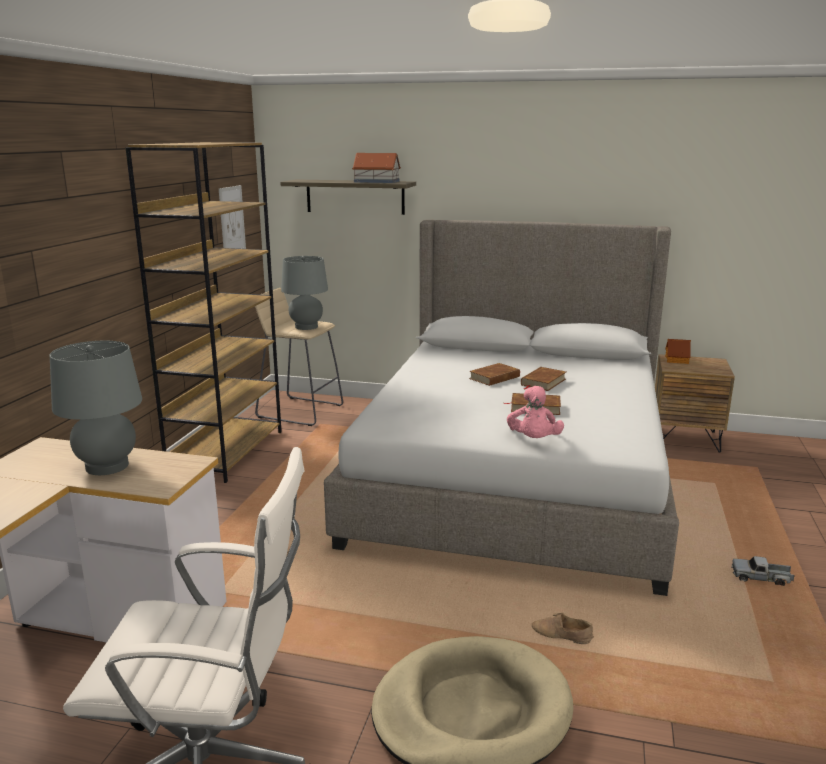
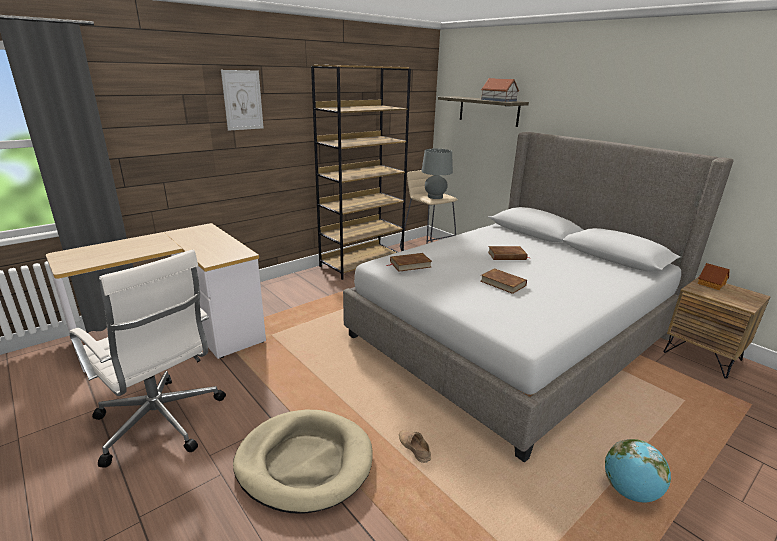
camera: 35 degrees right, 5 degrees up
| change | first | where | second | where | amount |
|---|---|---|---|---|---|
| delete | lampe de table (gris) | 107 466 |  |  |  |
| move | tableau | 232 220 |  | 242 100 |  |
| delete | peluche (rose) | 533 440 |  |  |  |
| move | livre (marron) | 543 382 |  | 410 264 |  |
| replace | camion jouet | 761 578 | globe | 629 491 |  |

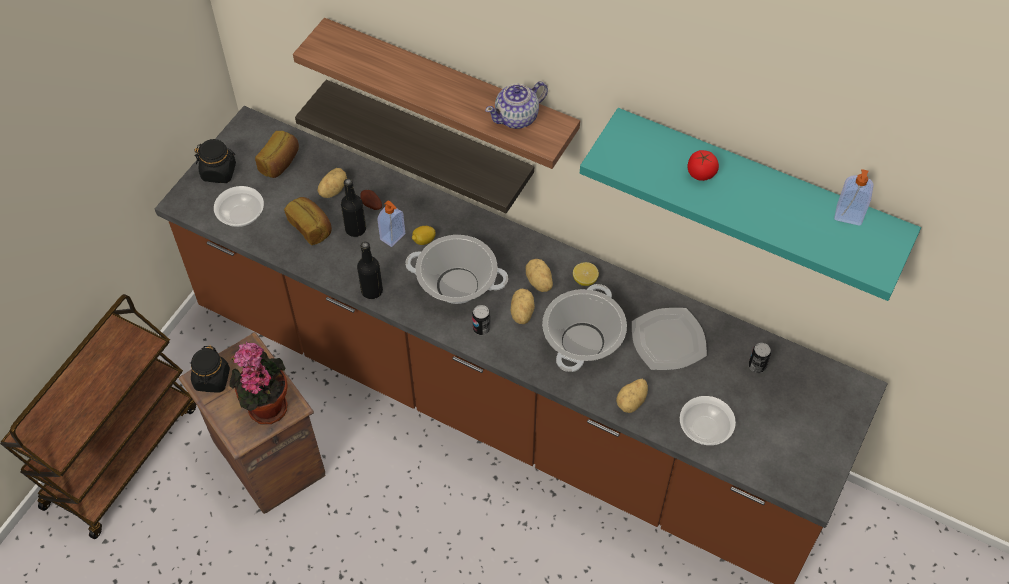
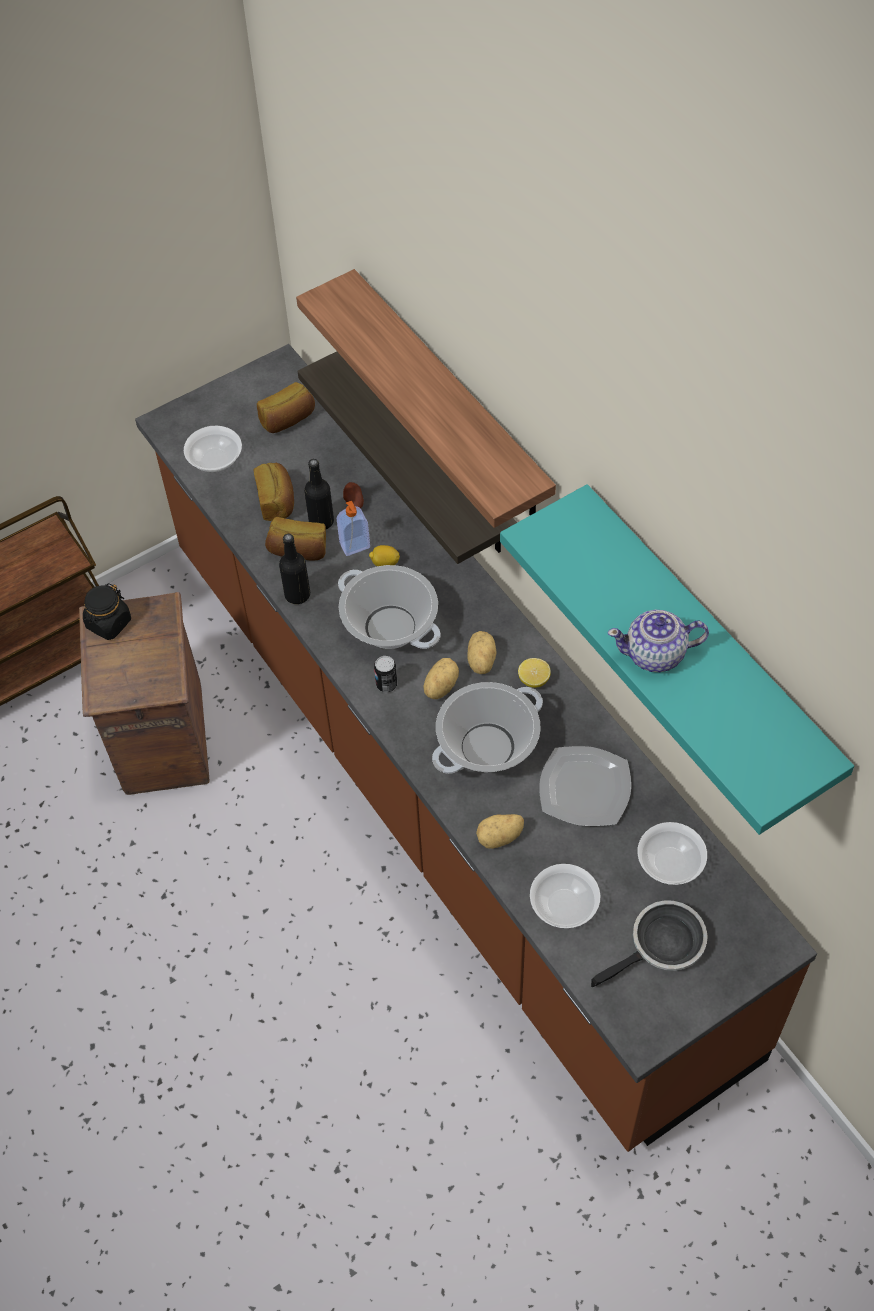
camera: 30 degrees right, 0 degrees up
| change | first | where | second | where | amount |
|---|---|---|---|---|---|
| delete | bocal (noir) | 219 172 |  |  |  |
| delete | plante en pot | 265 405 |  |  |  |
| delete | pomme de terre | 332 189 |  |  |  |
| move | théière | 517 117 |  | 656 654 |  |
| delete | tomate | 701 173 |  |  |  |
| replace | boîte métallique | 757 366 | bol | 670 863 |  |
| delete | distributeur de savon | 848 216 |  |  |  |
| insert |  |  | pain | 298 551 |  |
| insert |  |  | poêle | 662 945 |  |

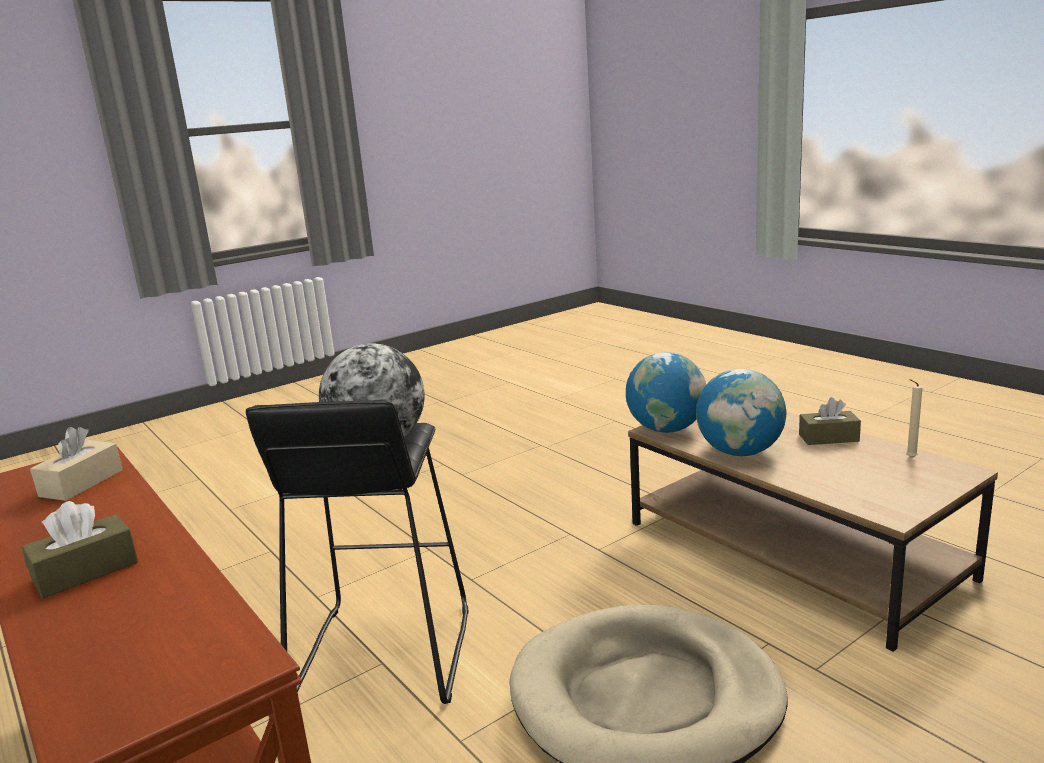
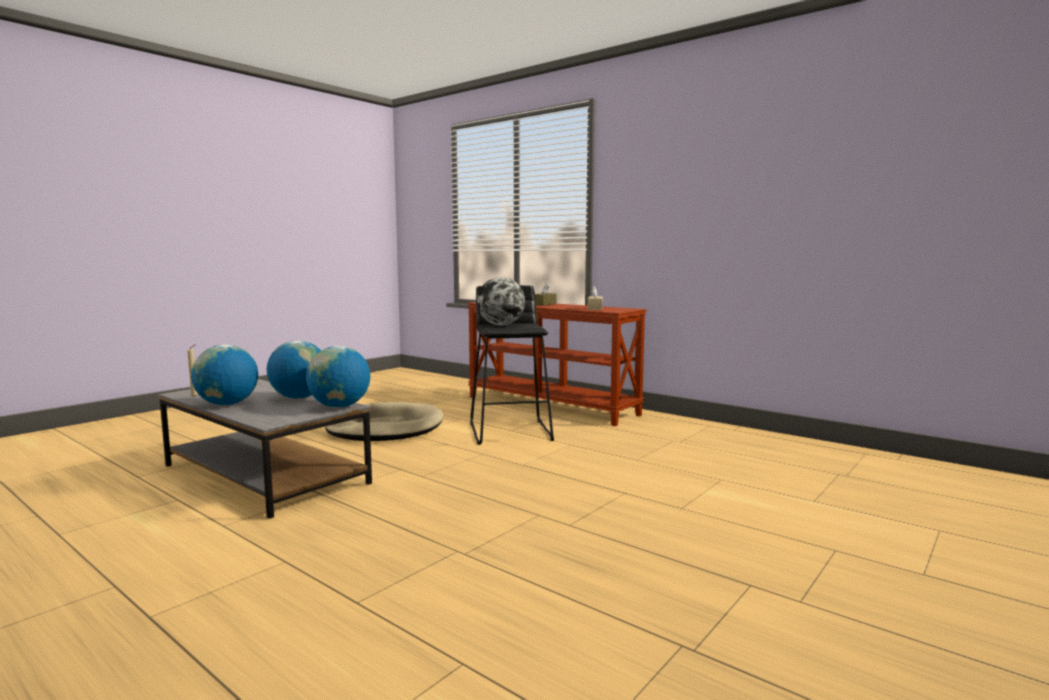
camera: 165 degrees right, 10 degrees down
| change | first | where | second | where | amount |
|---|---|---|---|---|---|
| recolor | table basse (marron) | 792 549 | table basse (gris) | 263 474 |  |
| replace | boîte à mouchoirs (marron) | 828 438 | globe | 227 404 |  |

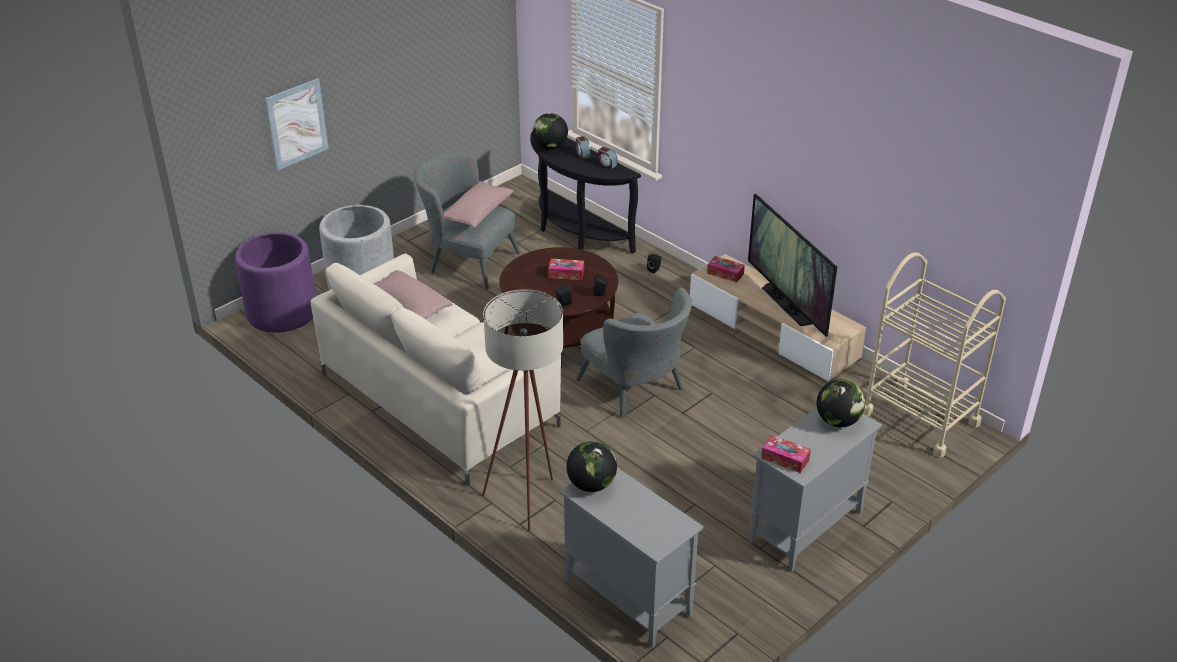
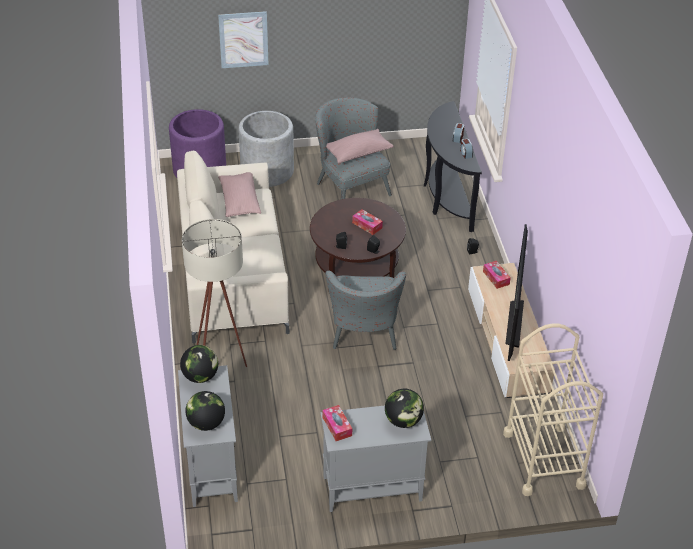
camera: 35 degrees right, 5 degrees up
| change | first | where | second | where | amount |
|---|---|---|---|---|---|
| move | globe | 550 146 |  | 206 423 |  |

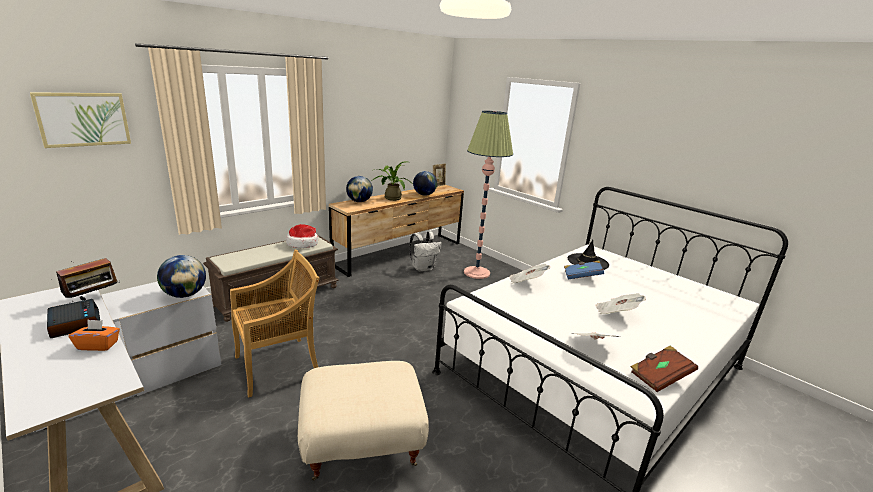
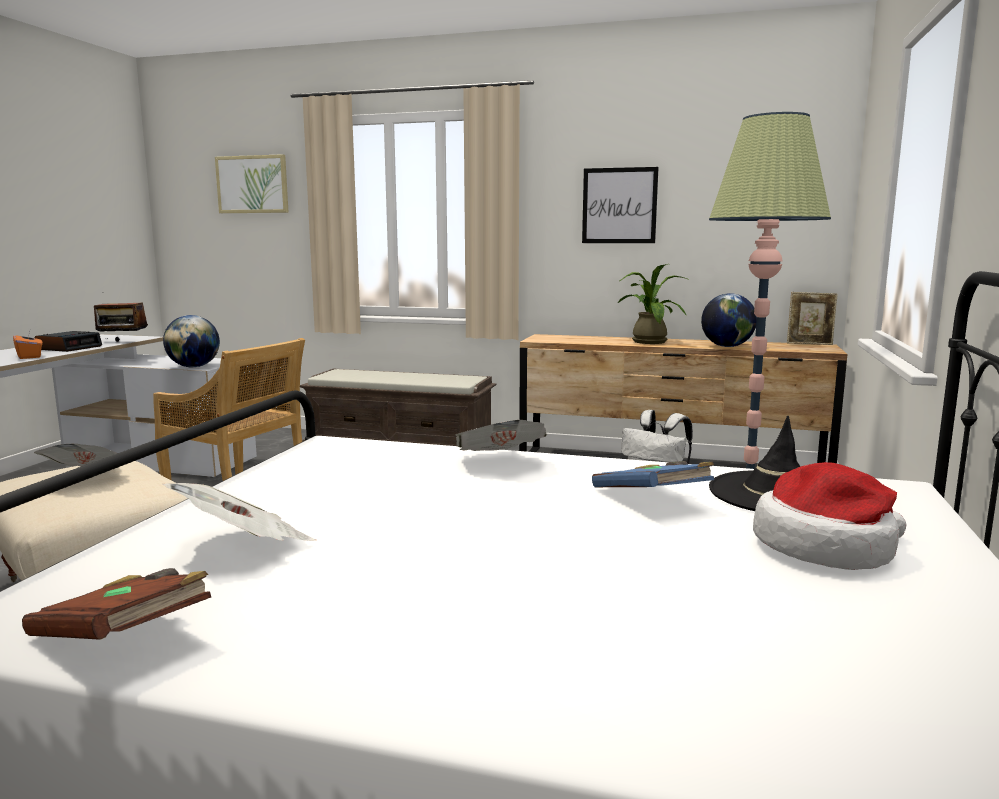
camera: 60 degrees right, 10 degrees down
| change | first | where | second | where | amount |
|---|---|---|---|---|---|
| move | chapeau | 303 244 |  | 826 547 |  |
| delete | globe | 359 201 |  |  |  |
| move | journal | 616 313 |  | 88 477 |  |
| insert |  |  | tableau | 619 205 |  |

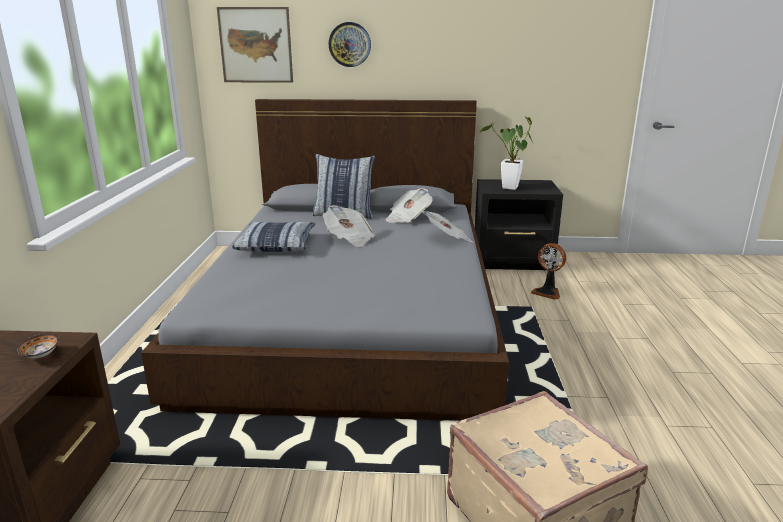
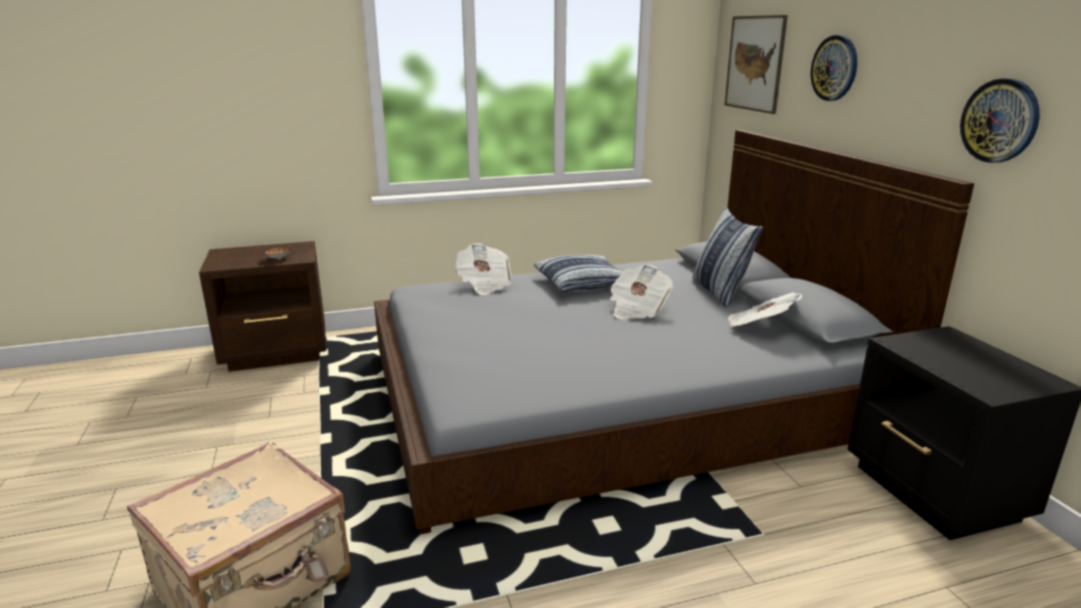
camera: 70 degrees right, 0 degrees up
| change | first | where | second | where | amount |
|---|---|---|---|---|---|
| move | journal | 447 239 |  | 484 284 |  |
| delete | plante en pot | 509 188 |  |  |  |
| delete | ventilateur | 547 292 |  |  |  |
| insert |  |  | horloge murale | 1000 121 |  |

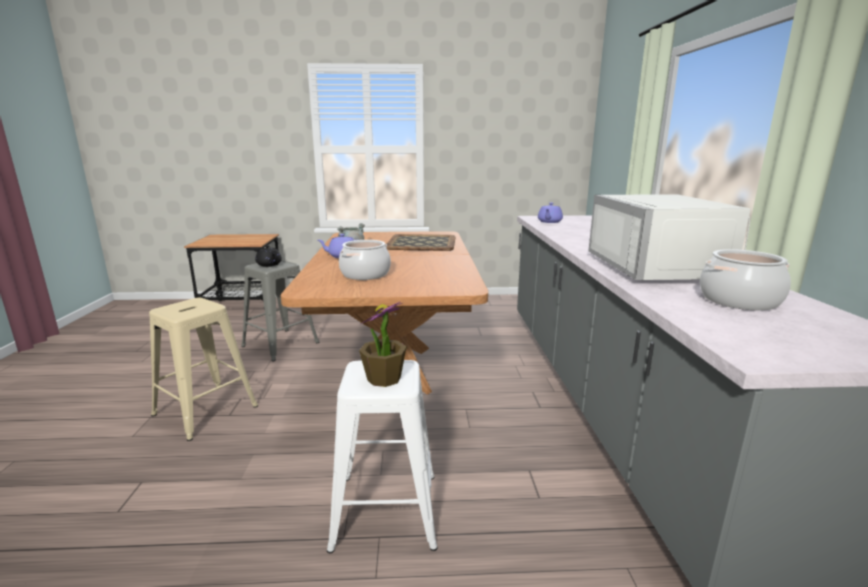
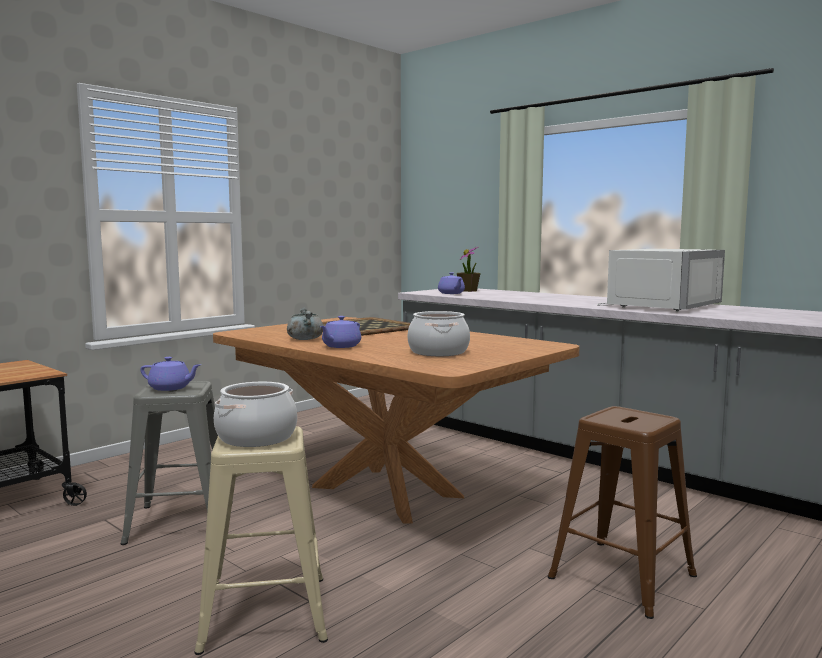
camera: 45 degrees left, 10 degrees down
| change | first | where | second | where | amount |
|---|---|---|---|---|---|
| recolor | théière (noir) | 269 264 | théière (violet) | 171 388 |  |
| recolor | tabouret (blanc) | 384 511 | tabouret (marron) | 623 577 |  |
| move | plante en pot | 384 378 |  | 468 290 |  |
| rotate | micro-ondes (blanc) | 663 268 |  | 656 306 | 90 degrees counterclockwise |
| move | marmite | 739 301 |  | 256 437 |  |

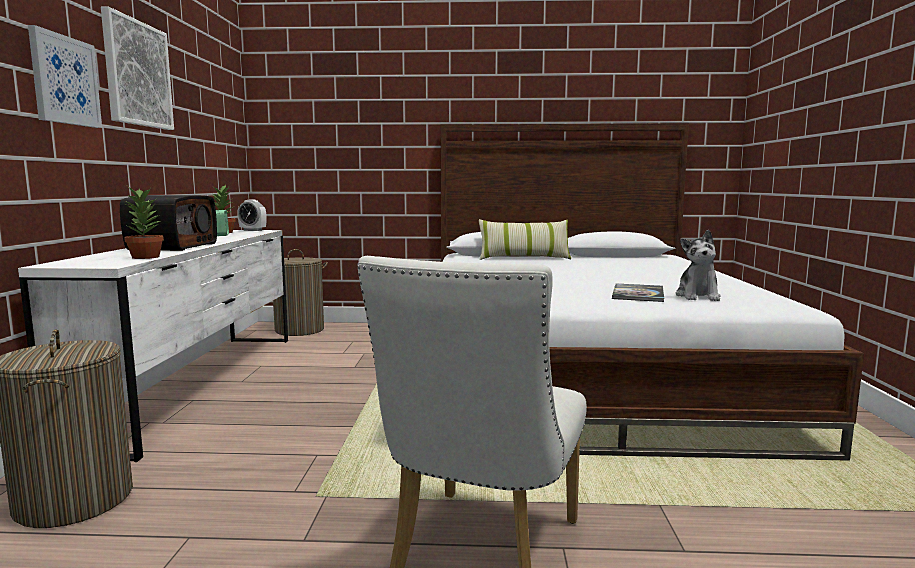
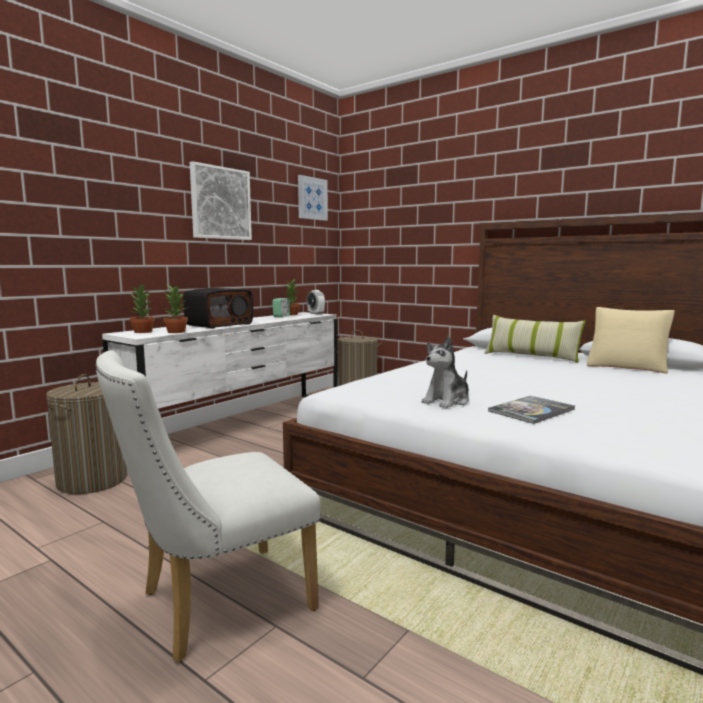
camera: 35 degrees right, 0 degrees up
| change | first | where | second | where | amount |
|---|---|---|---|---|---|
| move | tableau | 64 80 |  | 312 198 |  |
| move | peluche | 698 296 |  | 447 401 |  |
| insert |  |  | plante en pot | 142 332 |  |
| insert |  |  | coussin (beige) | 627 366 |  |

